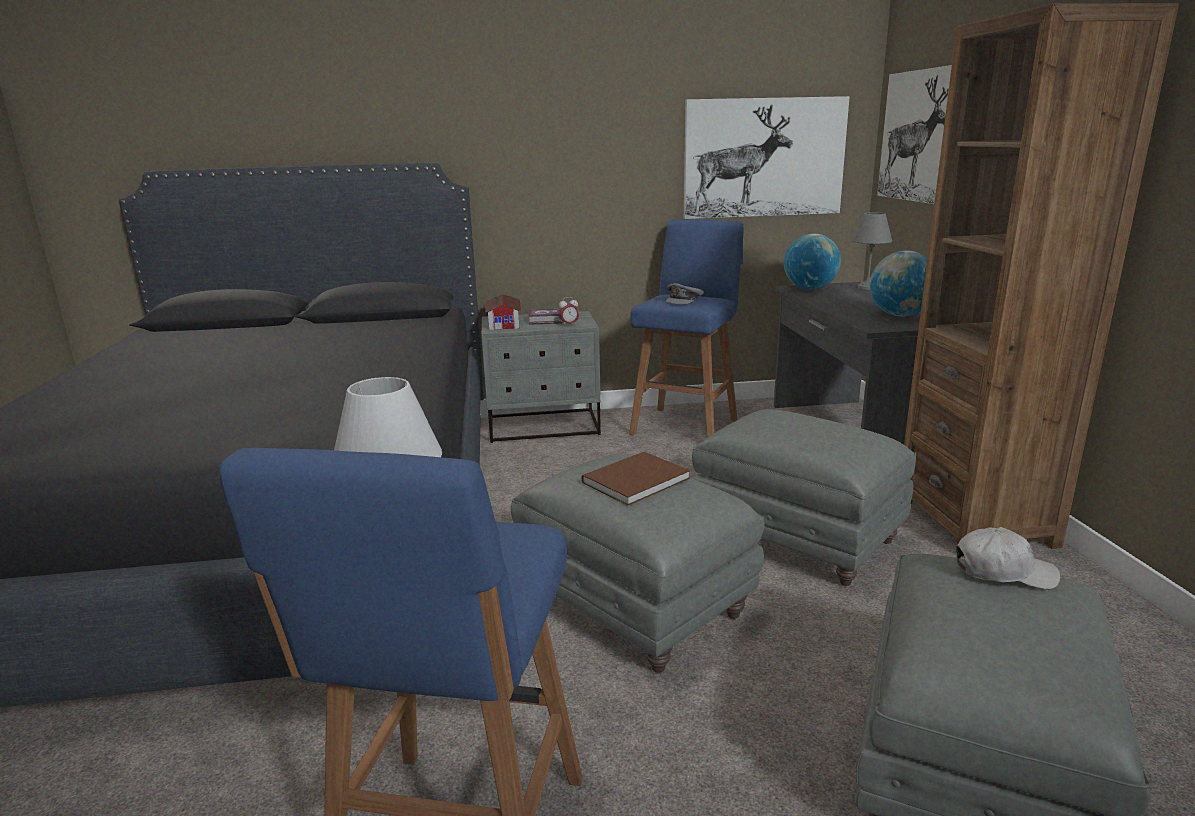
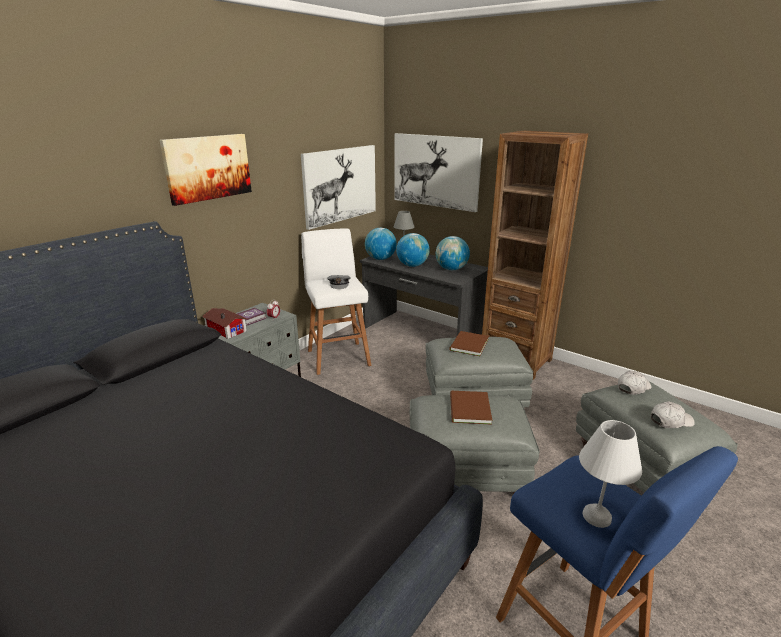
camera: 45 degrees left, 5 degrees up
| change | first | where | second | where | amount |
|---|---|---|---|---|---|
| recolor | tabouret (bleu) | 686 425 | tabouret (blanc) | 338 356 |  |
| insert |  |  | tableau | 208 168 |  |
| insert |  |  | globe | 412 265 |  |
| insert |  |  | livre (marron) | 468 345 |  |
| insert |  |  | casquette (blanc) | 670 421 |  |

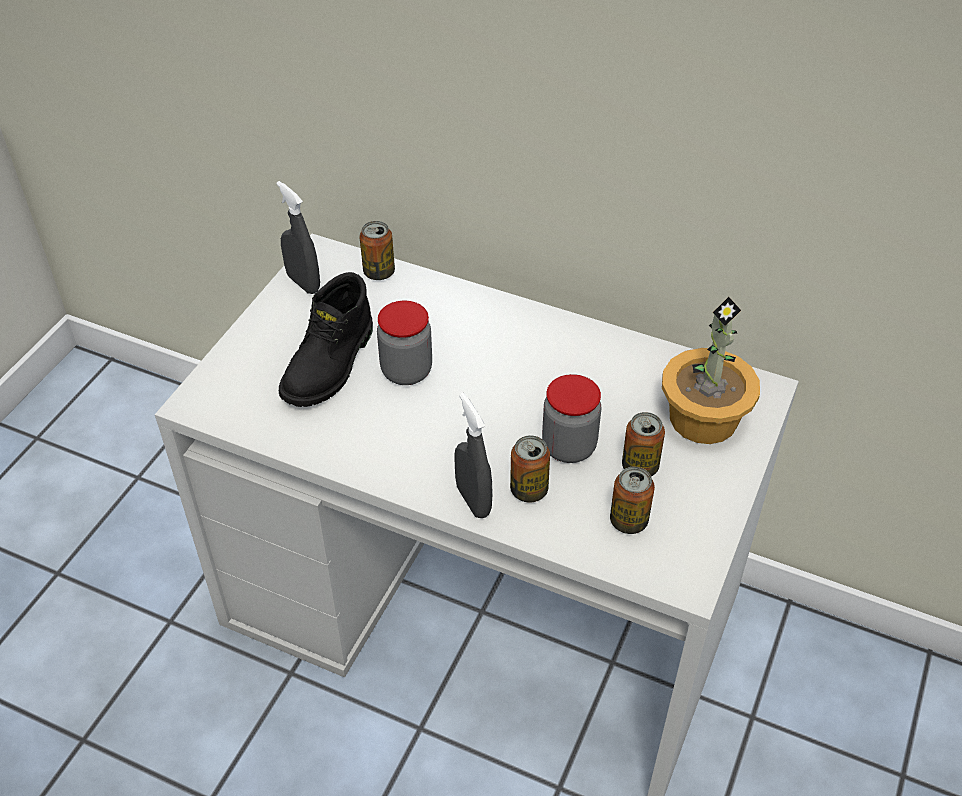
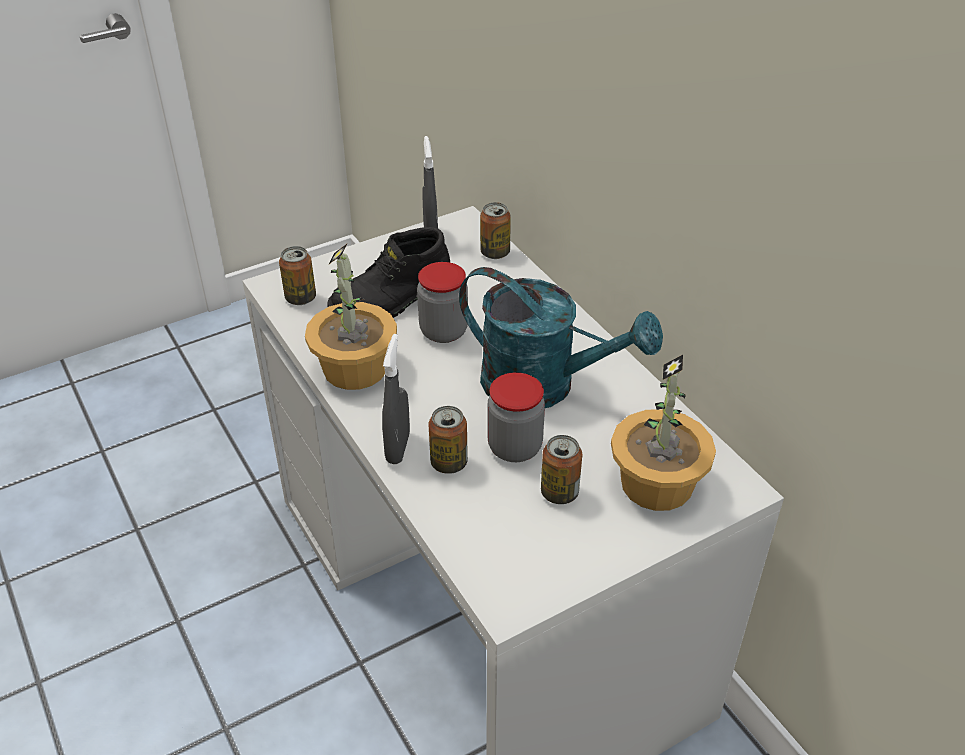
camera: 35 degrees right, 5 degrees down
| change | first | where | second | where | amount |
|---|---|---|---|---|---|
| move | boîte métallique | 628 521 |  | 300 298 |  |
| insert |  |  | plante en pot | 356 368 |  |
| insert |  |  | arrosoir (turquoise) | 544 386 |  |

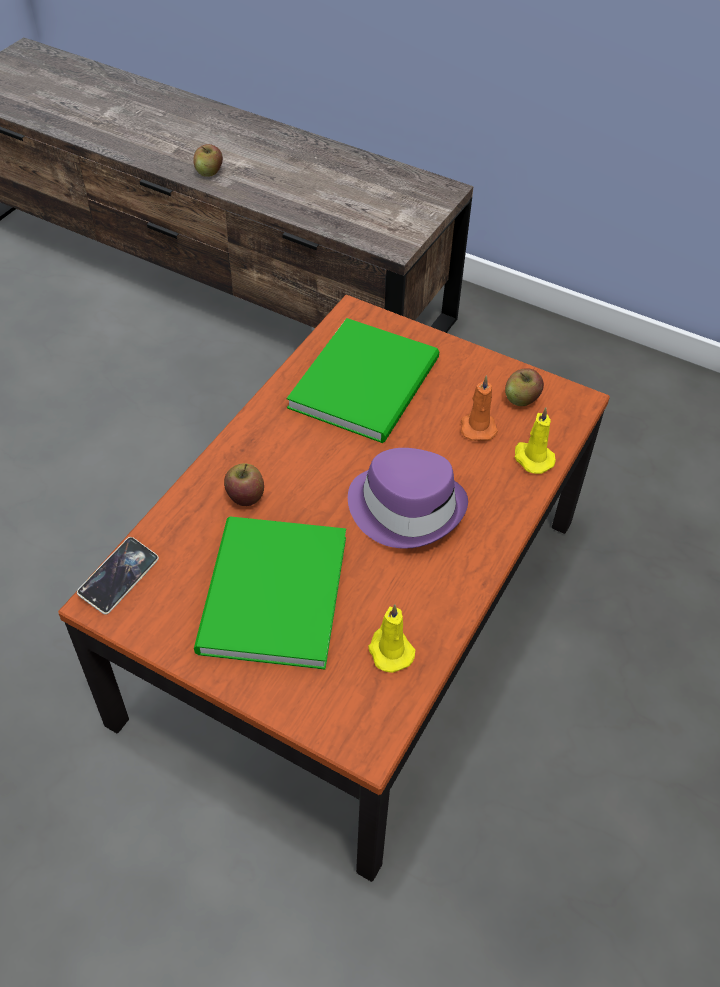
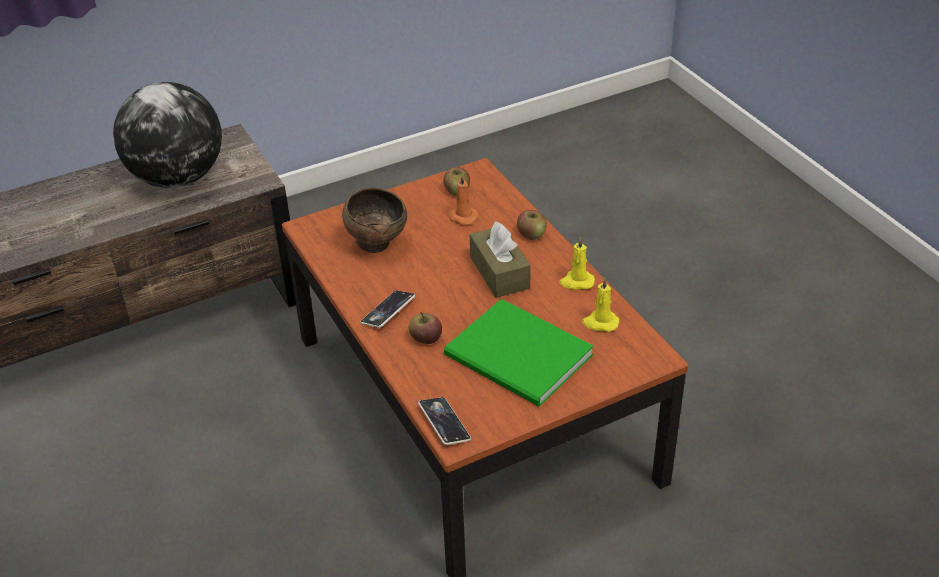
camera: 55 degrees left, 10 degrees down
| change | first | where | second | where | amount |
|---|---|---|---|---|---|
| move | pomme | 209 172 |  | 531 234 |  |
| replace | livre (vert) | 369 381 | bol (marron) | 377 245 |  |
| replace | chapeau (violet) | 406 507 | boîte à mouchoirs (marron) | 499 272 |  |
| move | bougie (jaune) | 532 458 |  | 576 282 |  |
| insert |  |  | globe | 178 178 |  |
| insert |  |  | téléphone | 388 312 |  |

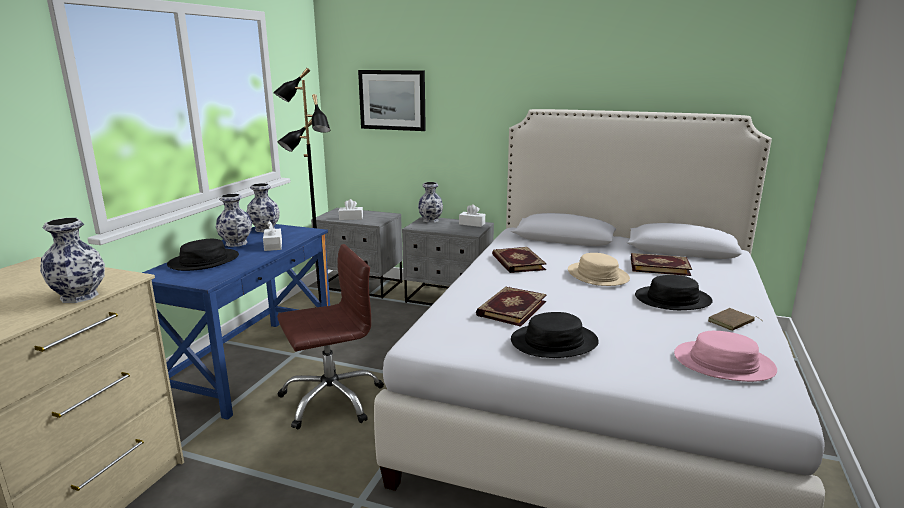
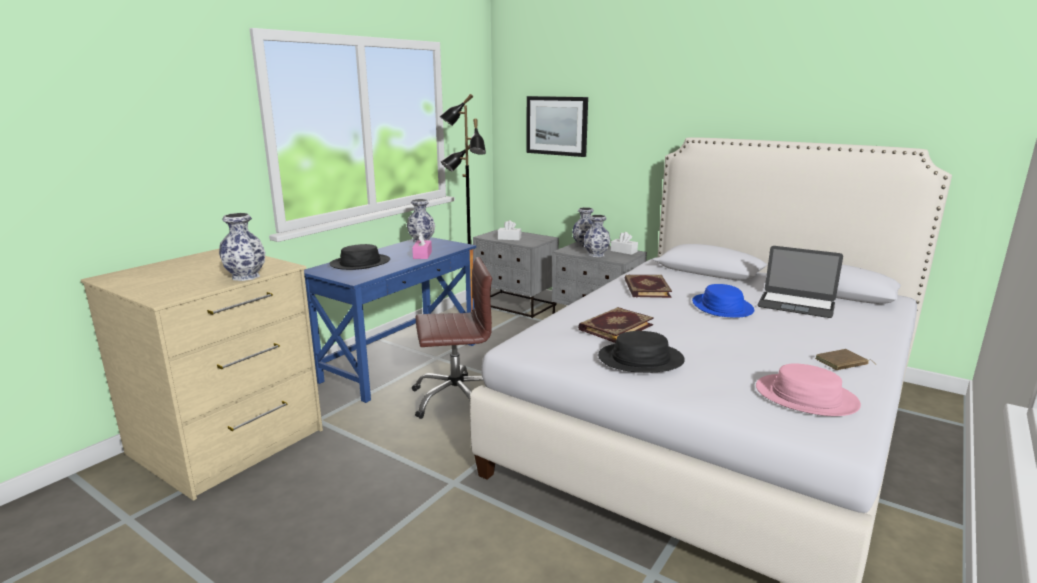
camera: 15 degrees right, 0 degrees up
| change | first | where | second | where | amount |
|---|---|---|---|---|---|
| move | vase | 237 243 |  | 596 255 |  |
| recolor | boîte à mouchoirs (blanc) | 273 245 | boîte à mouchoirs (rose) | 422 255 |  |
| recolor | chapeau (beige) | 597 275 | chapeau (bleu) | 722 307 |  |
| replace | livre | 659 266 | ordinateur portable | 796 304 |  |
| delete | chapeau (noir) | 672 299 |  |  |  |

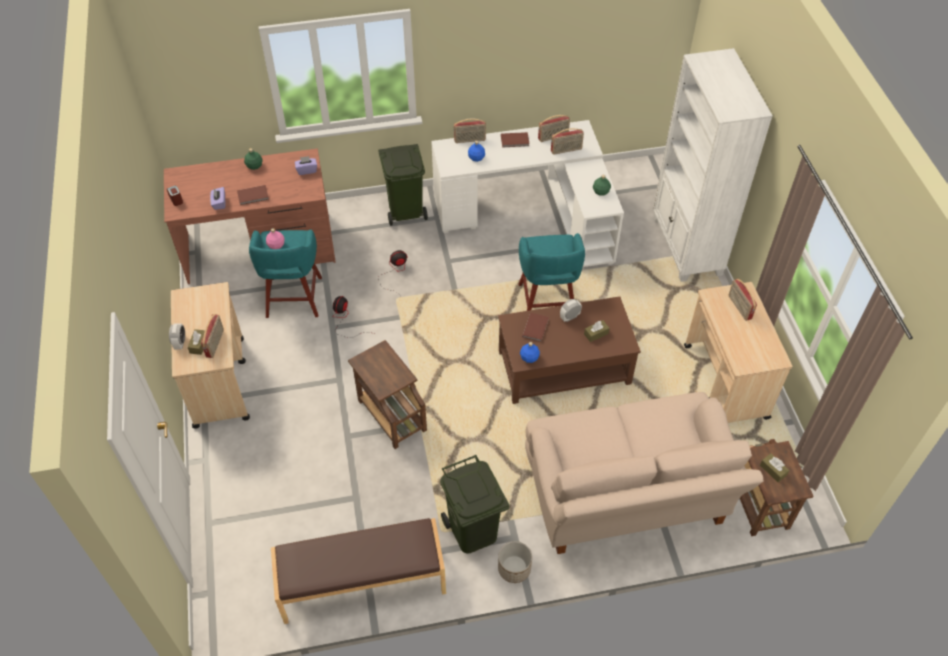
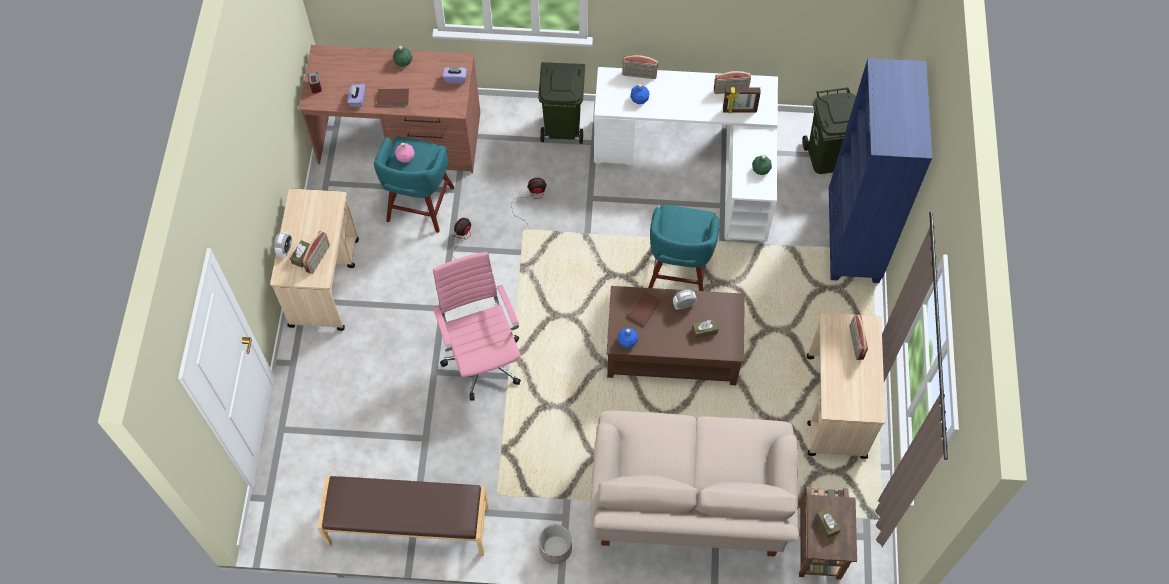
camera: 15 degrees right, 10 degrees up
| change | first | where | second | where | amount |
|---|---|---|---|---|---|
| replace | table d'appoint (marron) | 391 414 | chaise de bureau (rose) | 482 358 |  |
| move | poubelle (vert) | 472 531 |  | 826 157 |  |
| delete | livre (marron) | 515 141 |  |  |  |
| replace | radio | 566 150 | cadre photo | 739 110 |  |
| recolor | bibliothèque (blanc) | 686 247 | bibliothèque (bleu) | 852 239 |  |

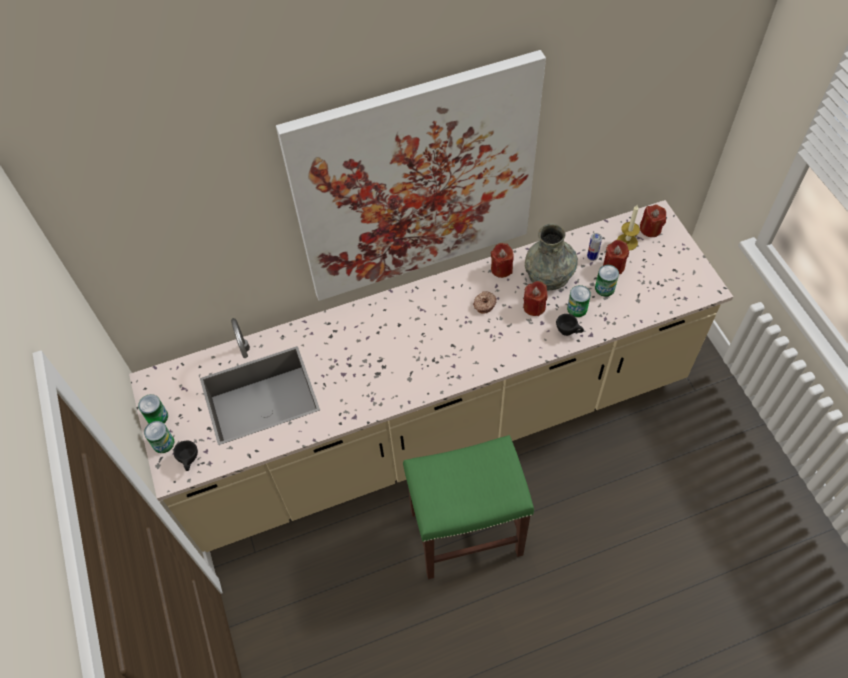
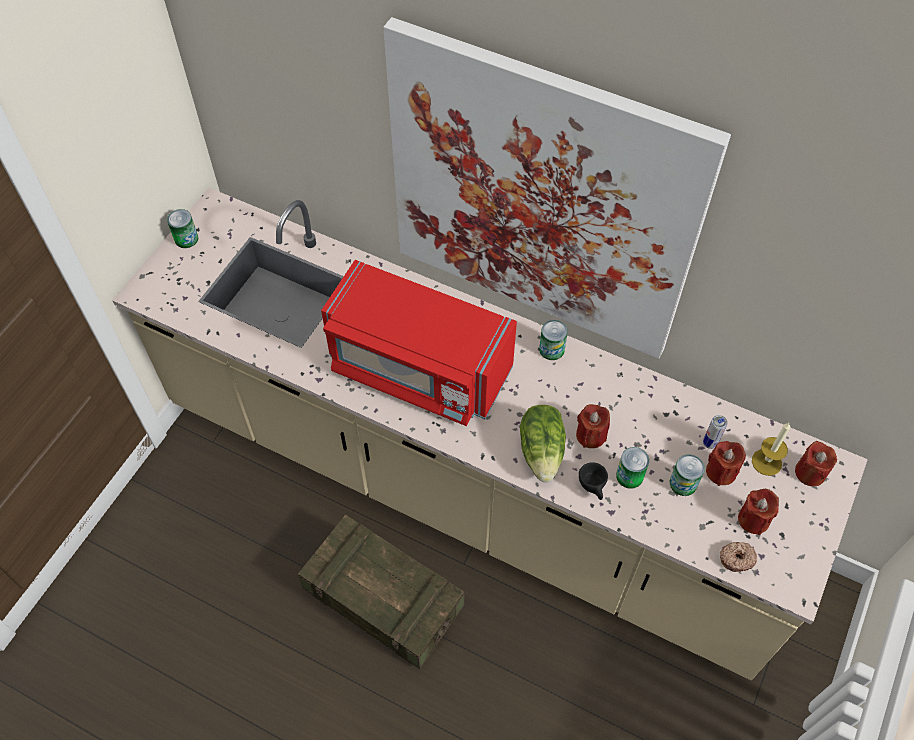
camera: 45 degrees right, 0 degrees up
| change | first | where | second | where | amount |
|---|---|---|---|---|---|
| move | boîte métallique | 163 443 |  | 551 349 |  |
| delete | tasse (noir) | 190 461 |  |  |  |
| replace | tabouret (vert) | 467 531 | caisse | 383 600 |  |
| move | beignet | 484 304 |  | 736 558 |  |
| move | bougie (rouge) | 501 269 |  | 753 519 |  |
| delete | vase (gris) | 549 273 |  |  |  |
| insert |  |  | micro-ondes (rouge) | 418 369 |  |
| insert |  |  | laitue | 542 451 |  |

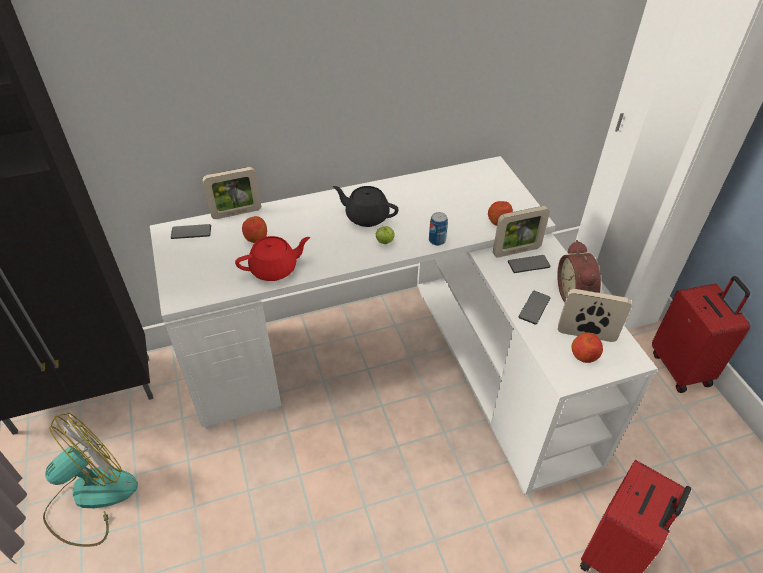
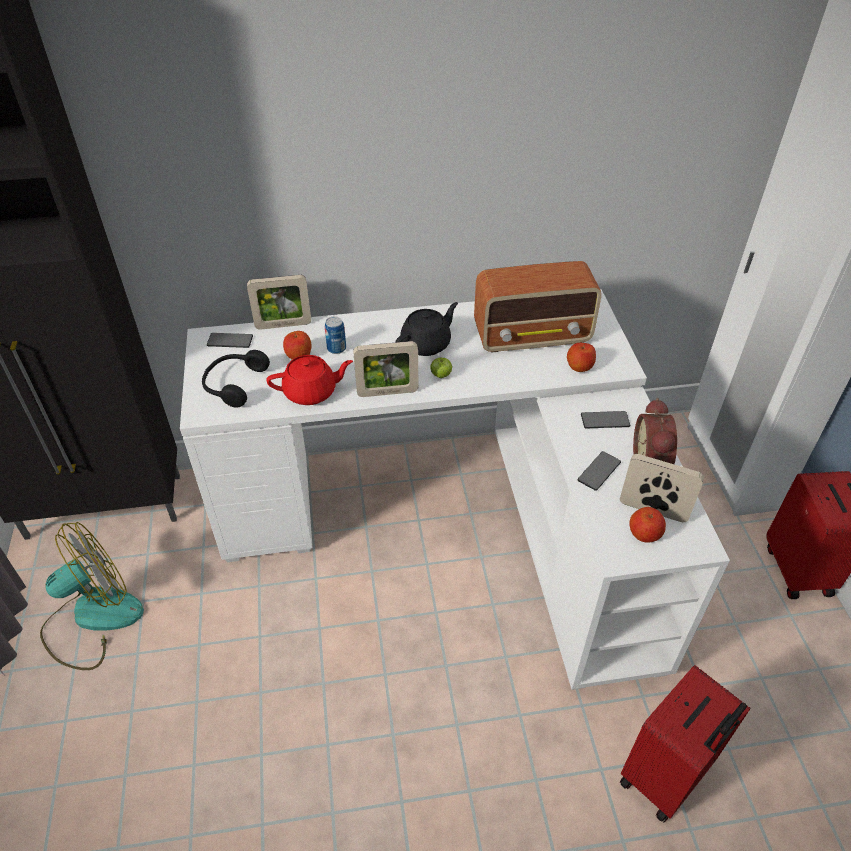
camera: 10 degrees right, 0 degrees up
| change | first | where | second | where | amount |
|---|---|---|---|---|---|
| rotate | théière (noir) | 366 216 |  | 427 344 | 105 degrees clockwise |
| move | boîte métallique | 437 240 |  | 336 348 |  |
| move | cadre photo | 516 251 |  | 387 392 |  |
| insert |  |  | casque audio (noir) | 233 384 |  |
| insert |  |  | radio | 533 336 |  |

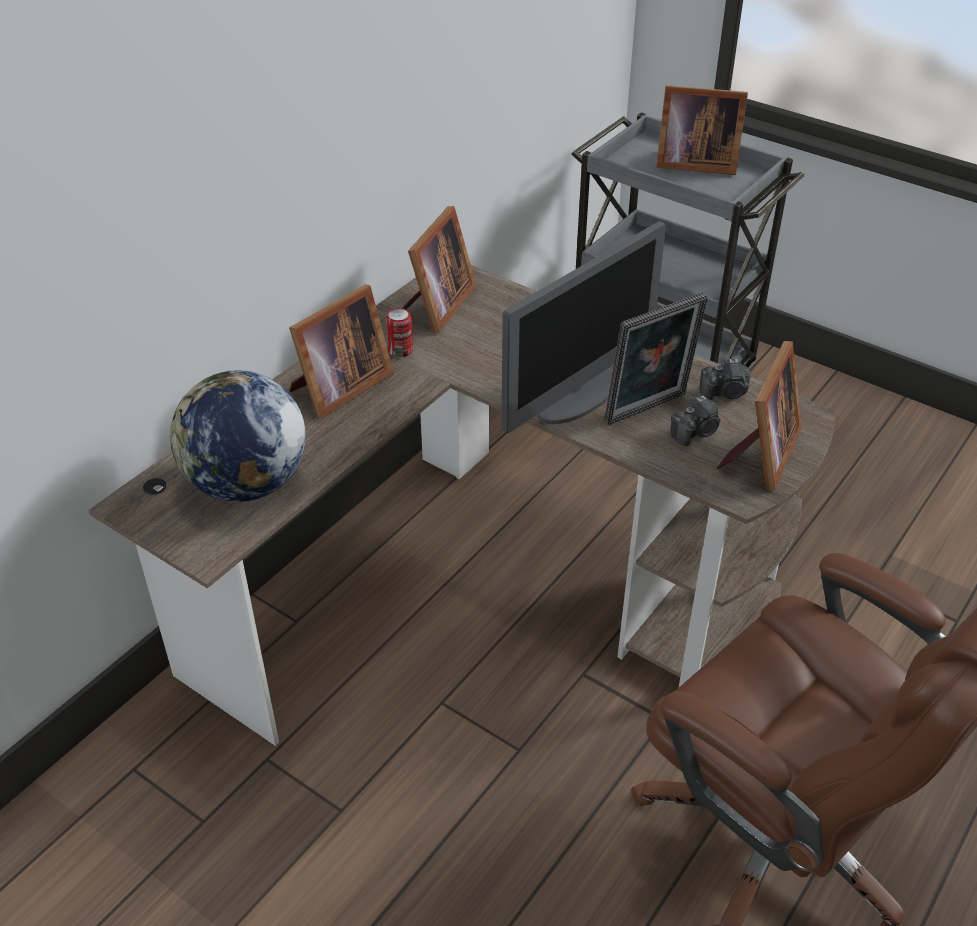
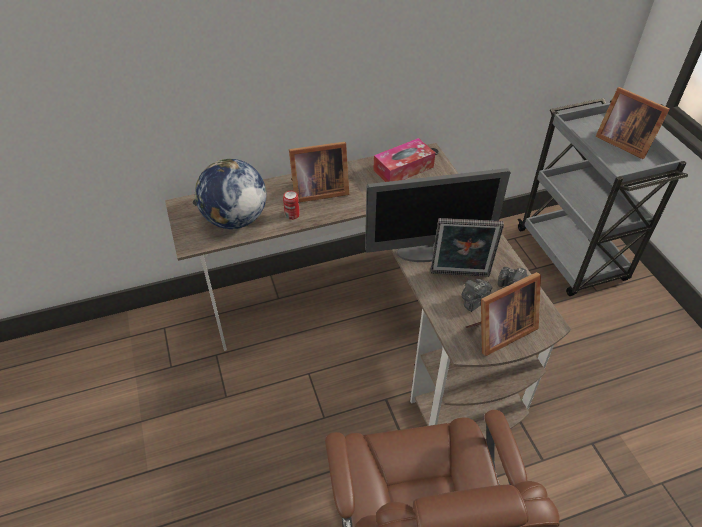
camera: 35 degrees right, 5 degrees up
| change | first | where | second | where | amount |
|---|---|---|---|---|---|
| move | boîte métallique | 400 351 |  | 292 215 |  |
| replace | cadre photo | 436 307 | boîte à mouchoirs | 403 168 |  |
| rotate | appareil photo | 695 432 |  | 474 301 | 135 degrees clockwise |

